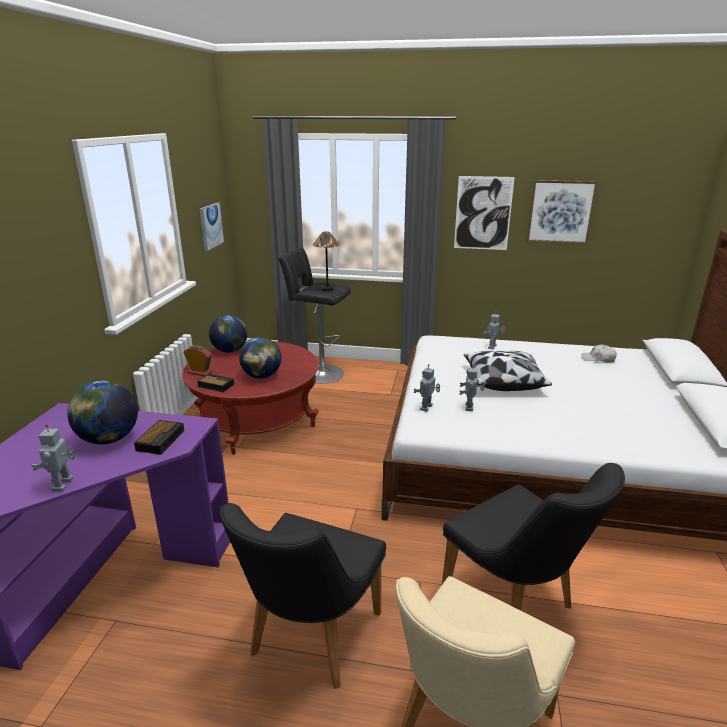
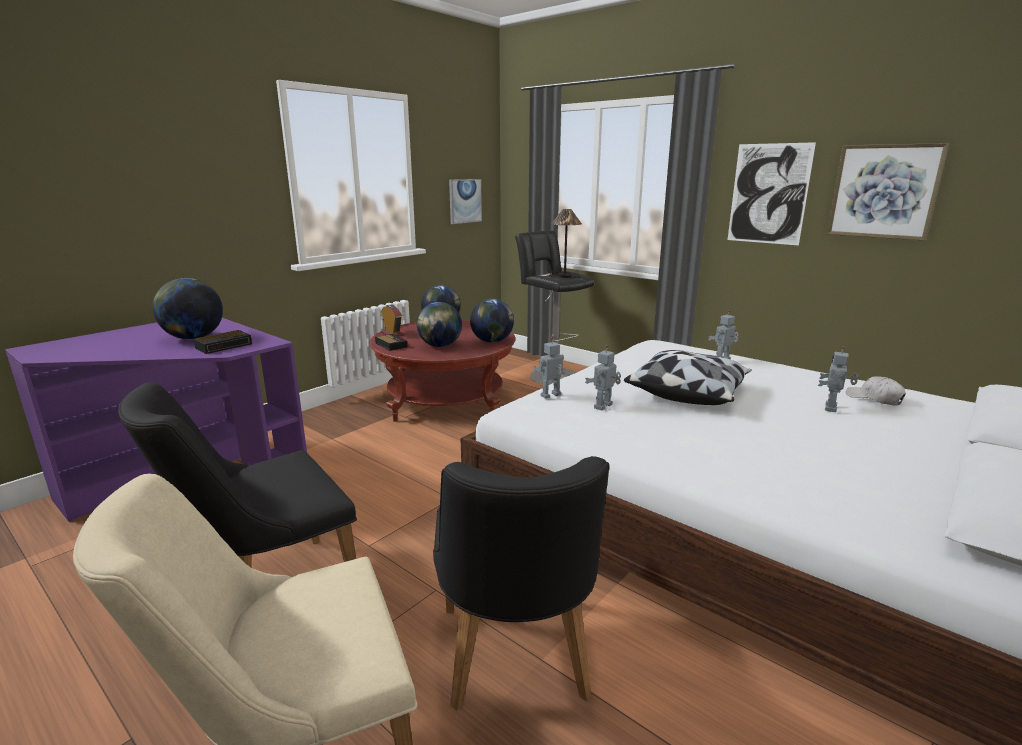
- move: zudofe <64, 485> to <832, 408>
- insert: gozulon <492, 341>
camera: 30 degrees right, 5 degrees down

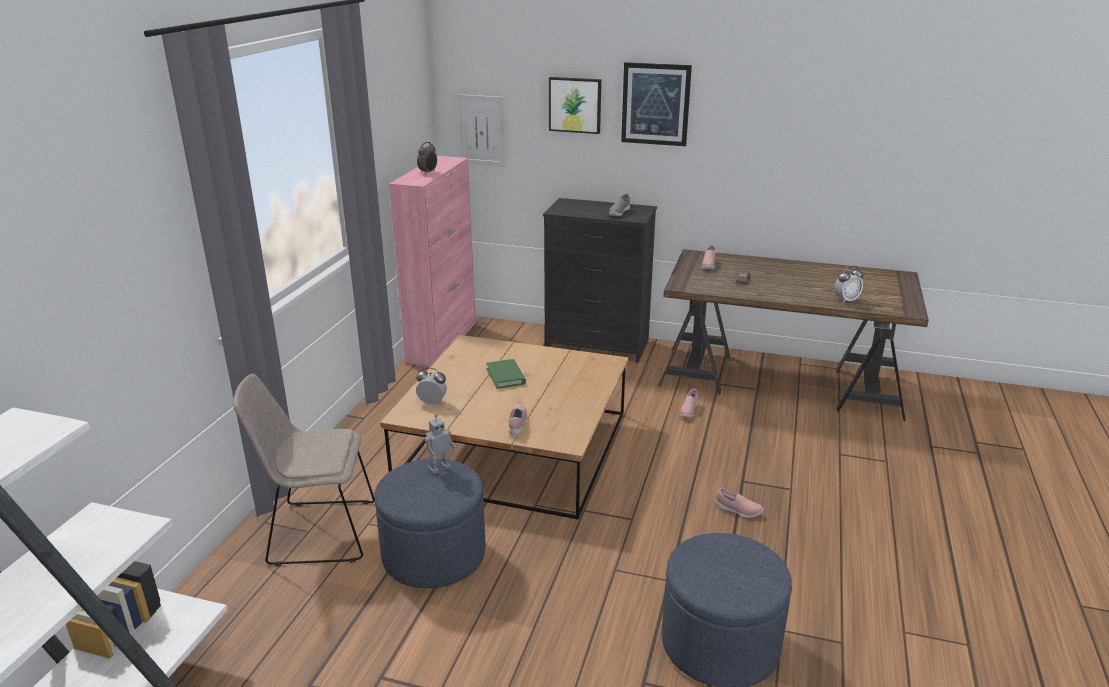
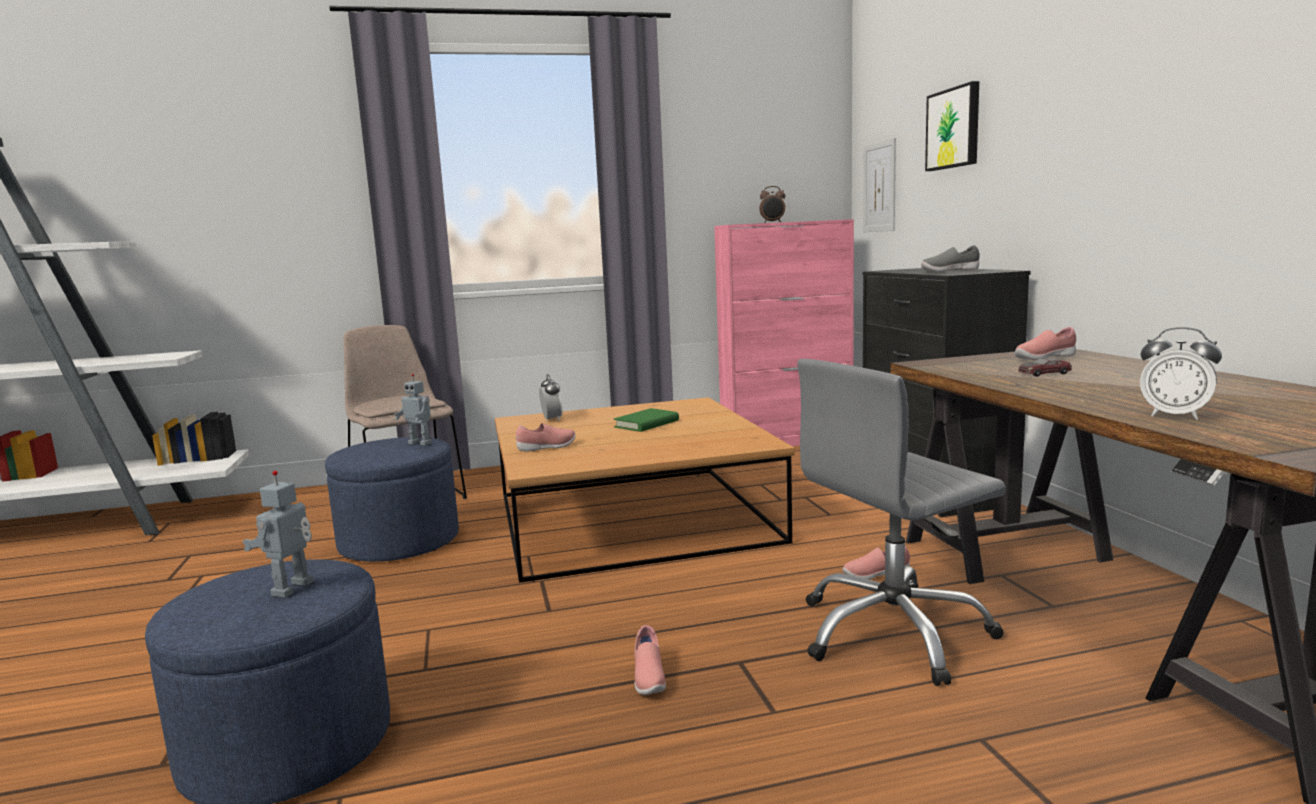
- delete: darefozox <655, 104>
- insert: zudofe <294, 589>
- insert: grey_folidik <894, 633>
camera: 60 degrees right, 15 degrees down

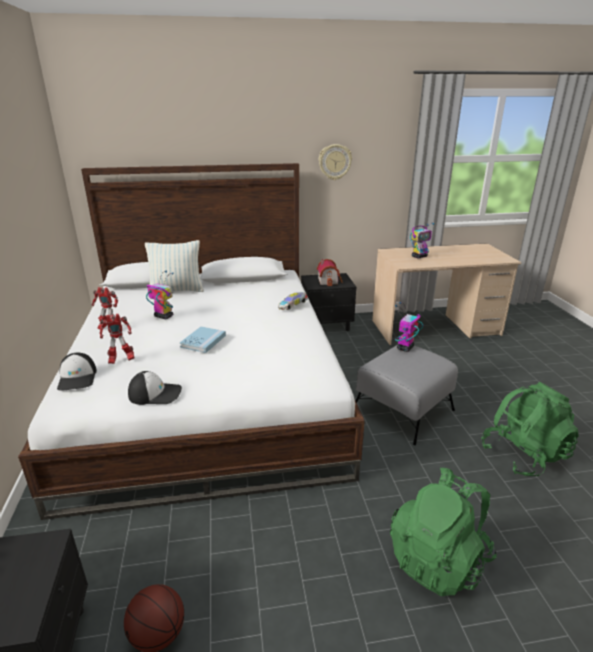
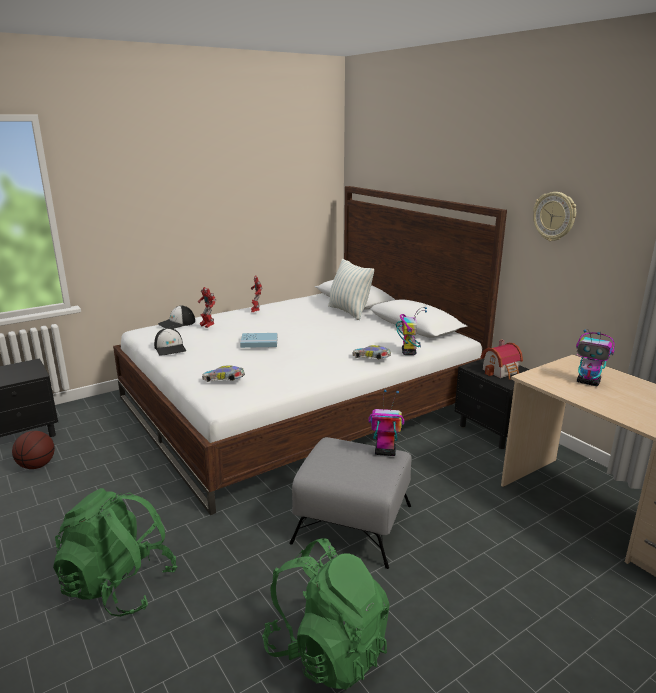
- move: zudofe <163, 316> to <408, 352>
- insert: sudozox <224, 381>
camera: 65 degrees right, 5 degrees down

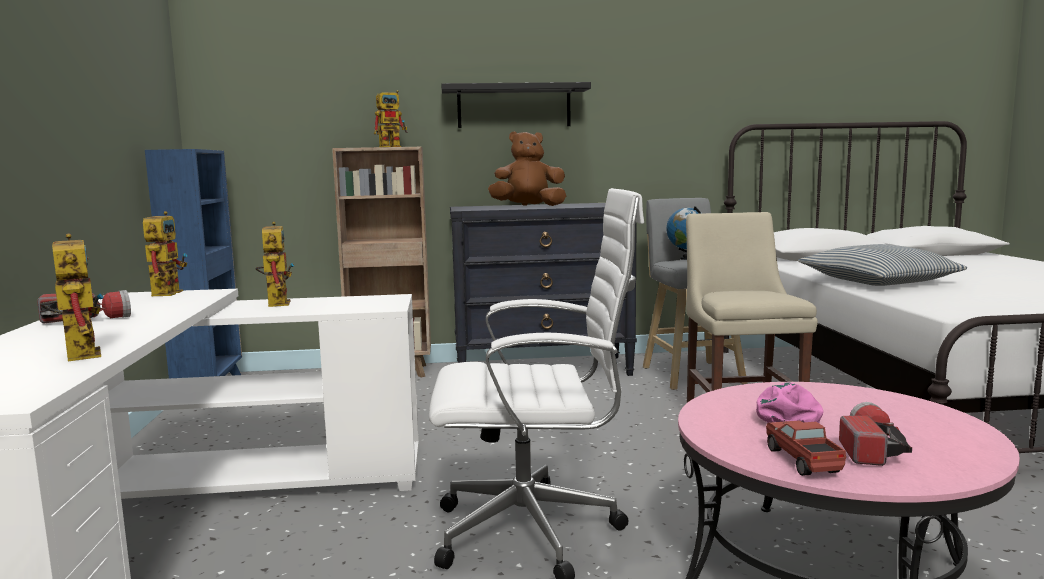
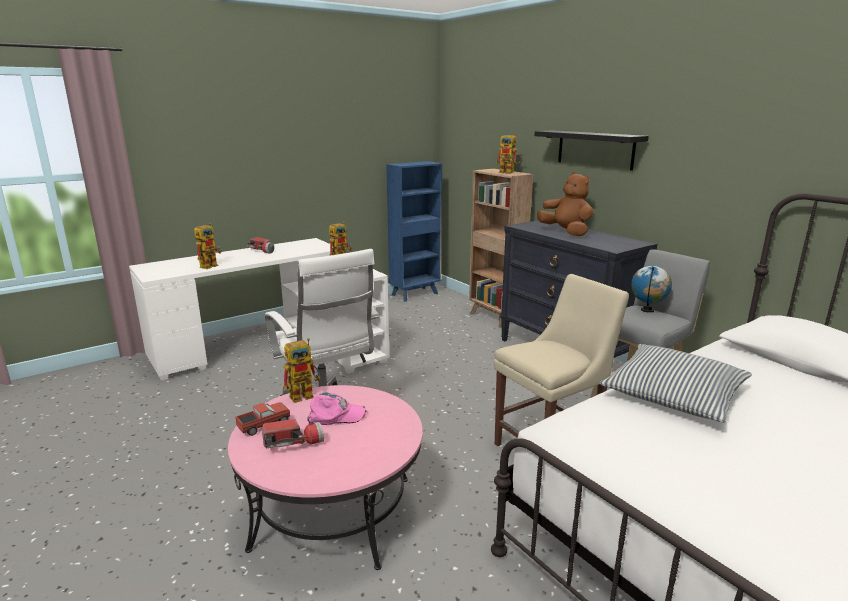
- move: zudofe <167, 292> to <306, 394>
camera: 60 degrees right, 10 degrees up

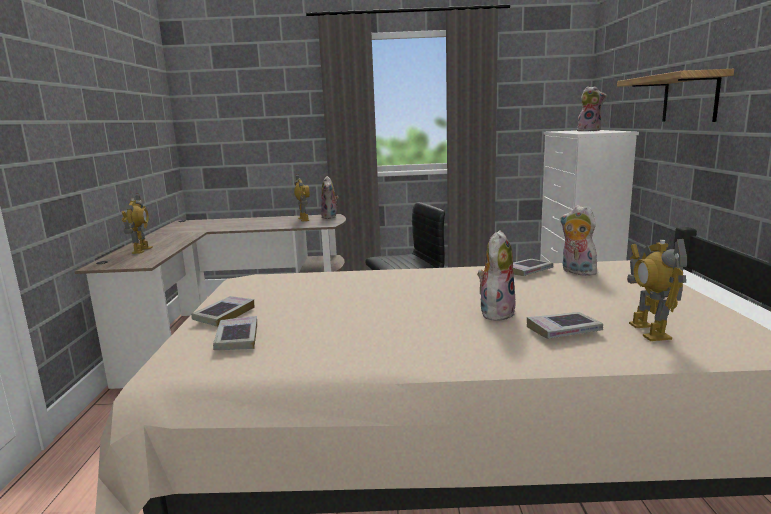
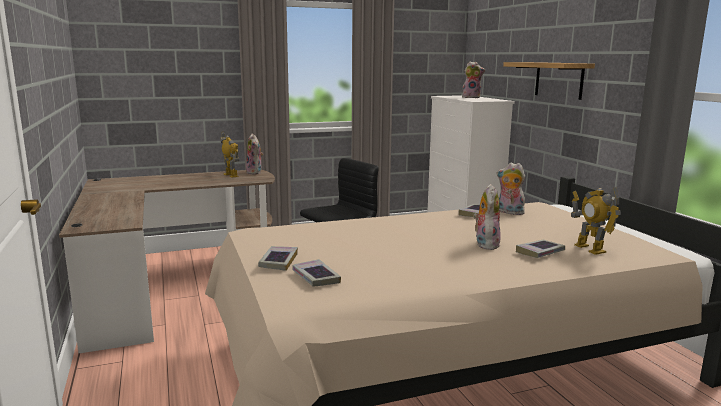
- delete: zudofe <141, 250>
camera: 20 degrees left, 0 degrees up

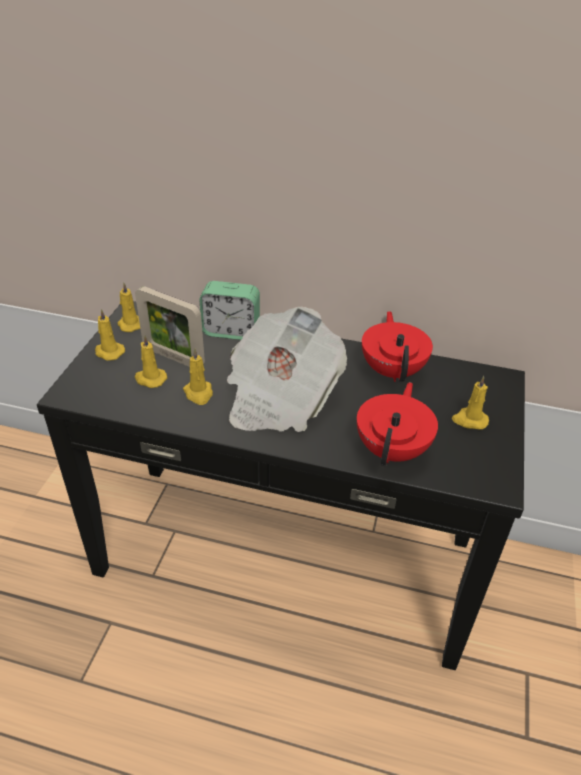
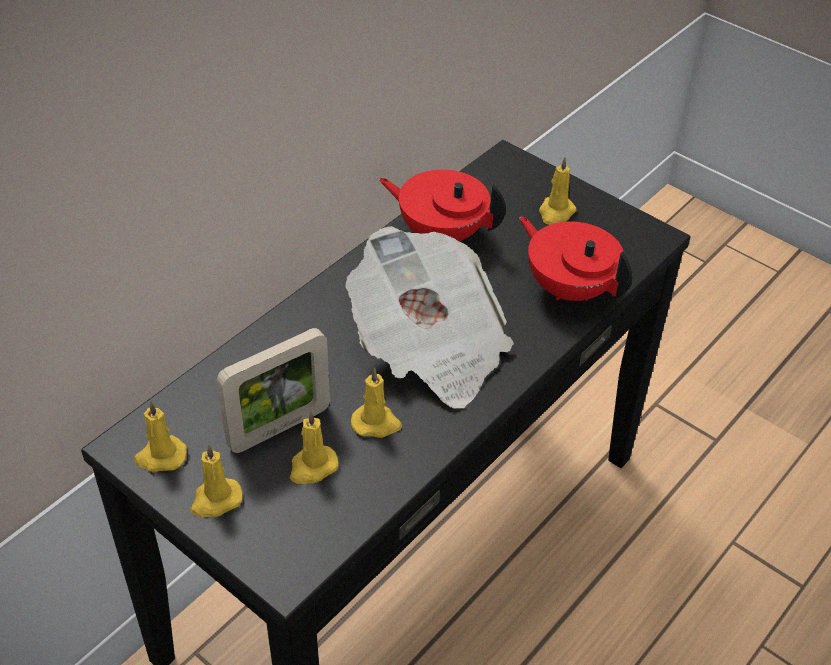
- delete: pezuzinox <231, 331>
camera: 65 degrees left, 5 degrees up

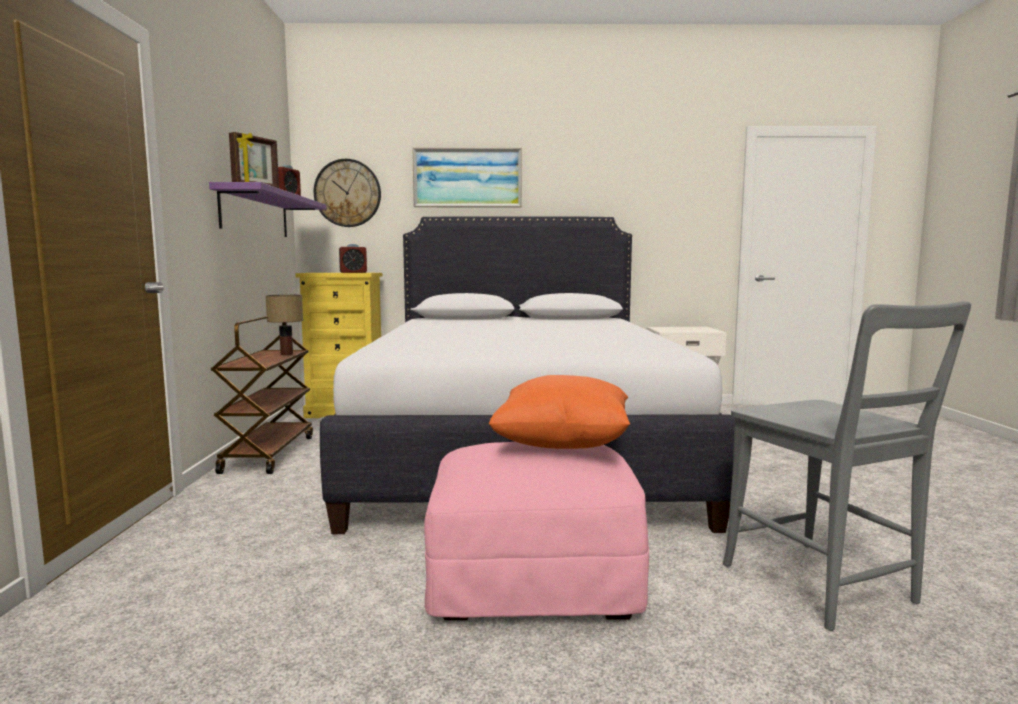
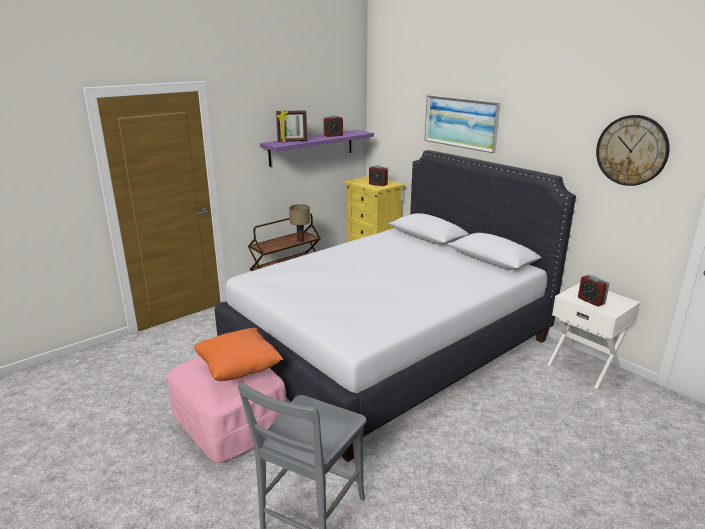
- move: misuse <347, 193> to <632, 150>
- insert: pezuzinox <591, 301>
camera: 50 degrees right, 15 degrees up

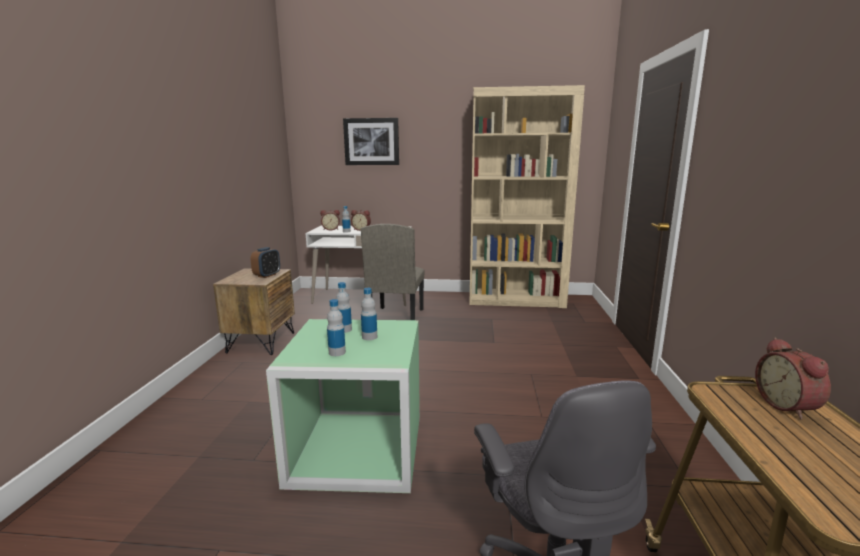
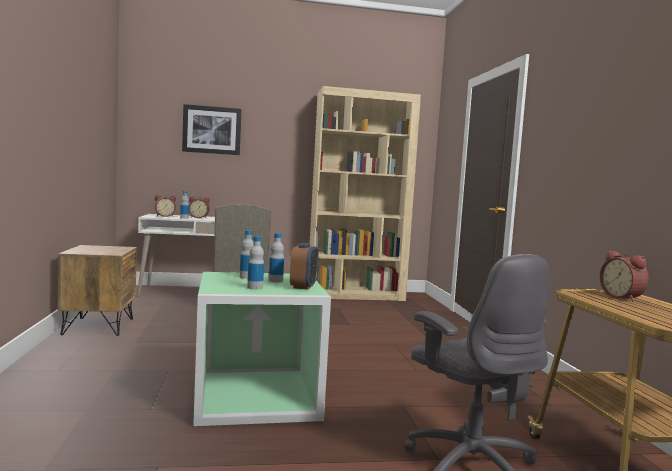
- move: pezuzinox <267, 275> to <303, 286>
camera: 15 degrees left, 10 degrees down

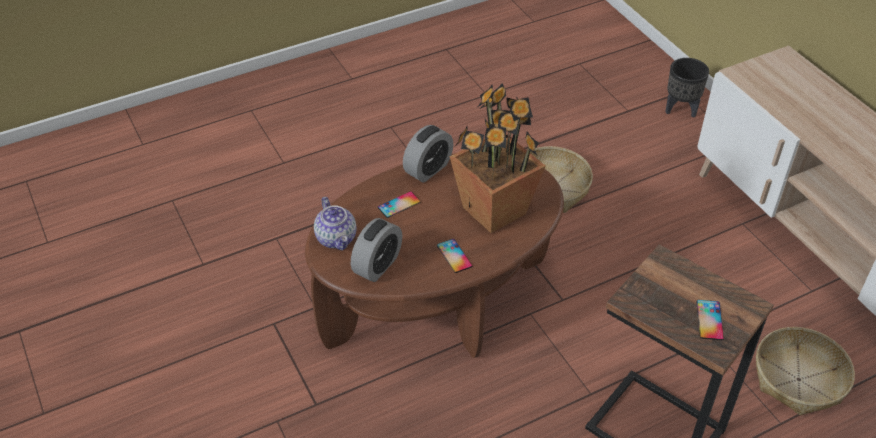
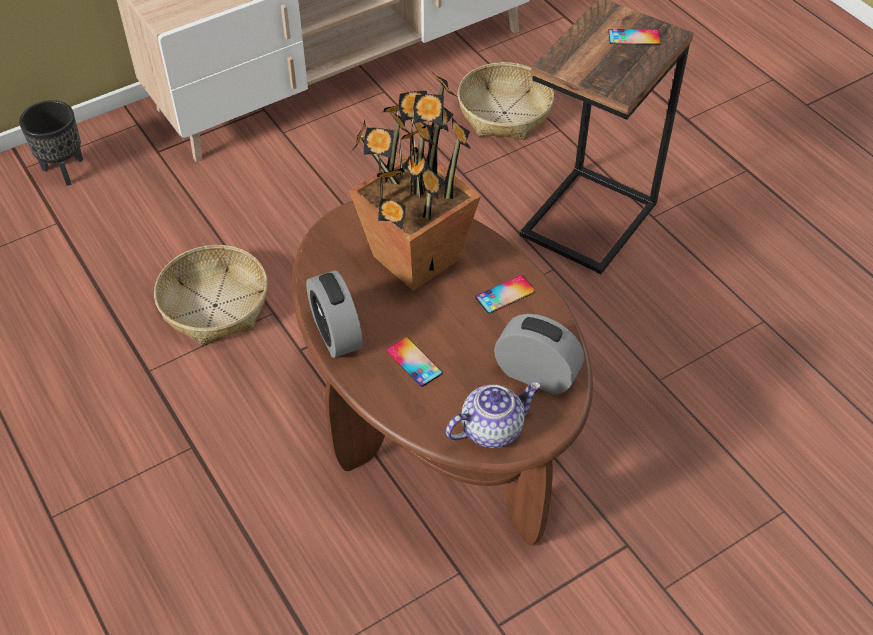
- rotate: pezuzinox <428, 169> = <336, 334> 150 degrees counterclockwise
camera: 95 degrees left, 5 degrees up

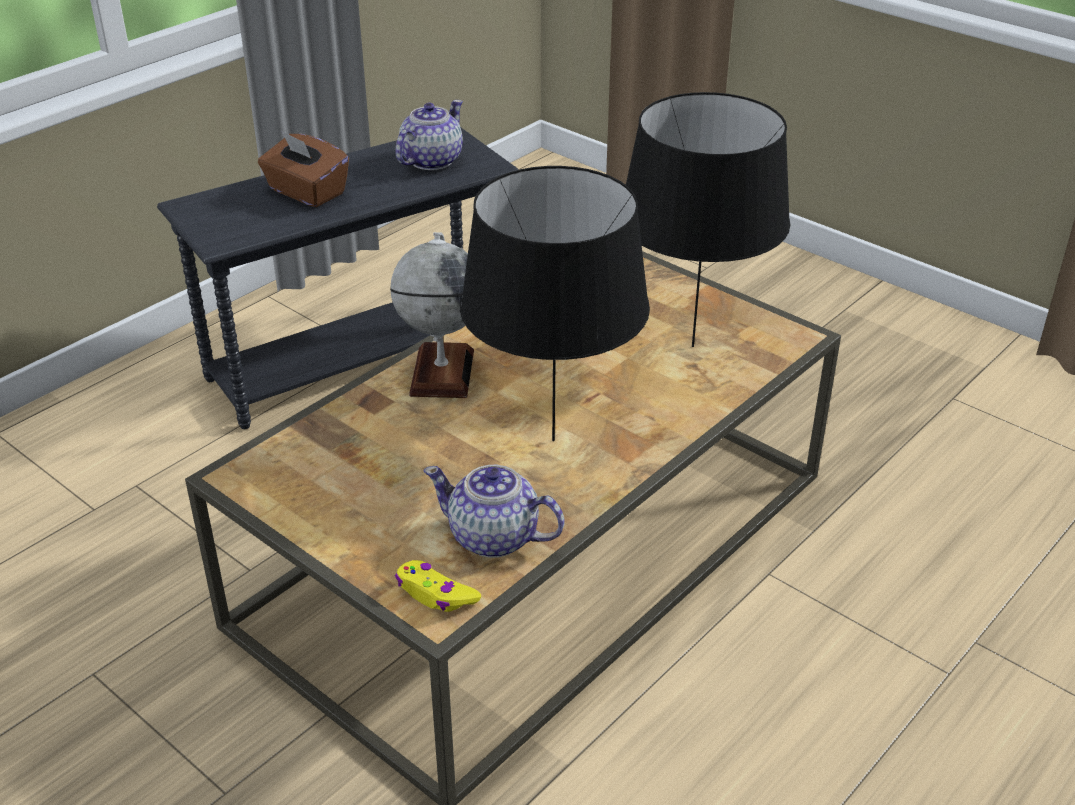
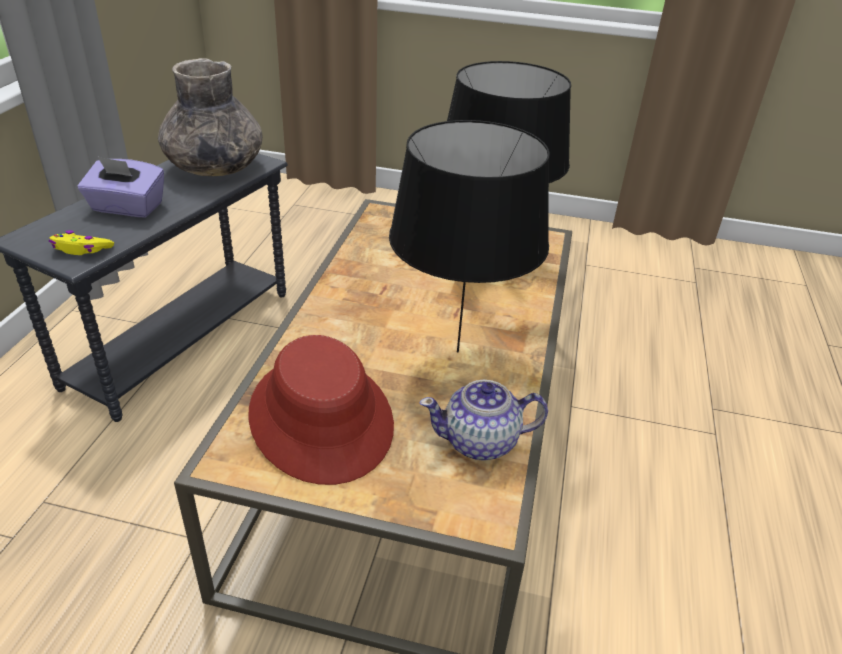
- recolor: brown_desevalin <306, 192> to purple_desevalin <127, 208>
- delete: gozulon <442, 372>
- replace: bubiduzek <430, 161> to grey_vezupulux <214, 167>
- move: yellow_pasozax <435, 594> to <81, 249>
- insert: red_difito <322, 418>
camera: 30 degrees left, 0 degrees up

